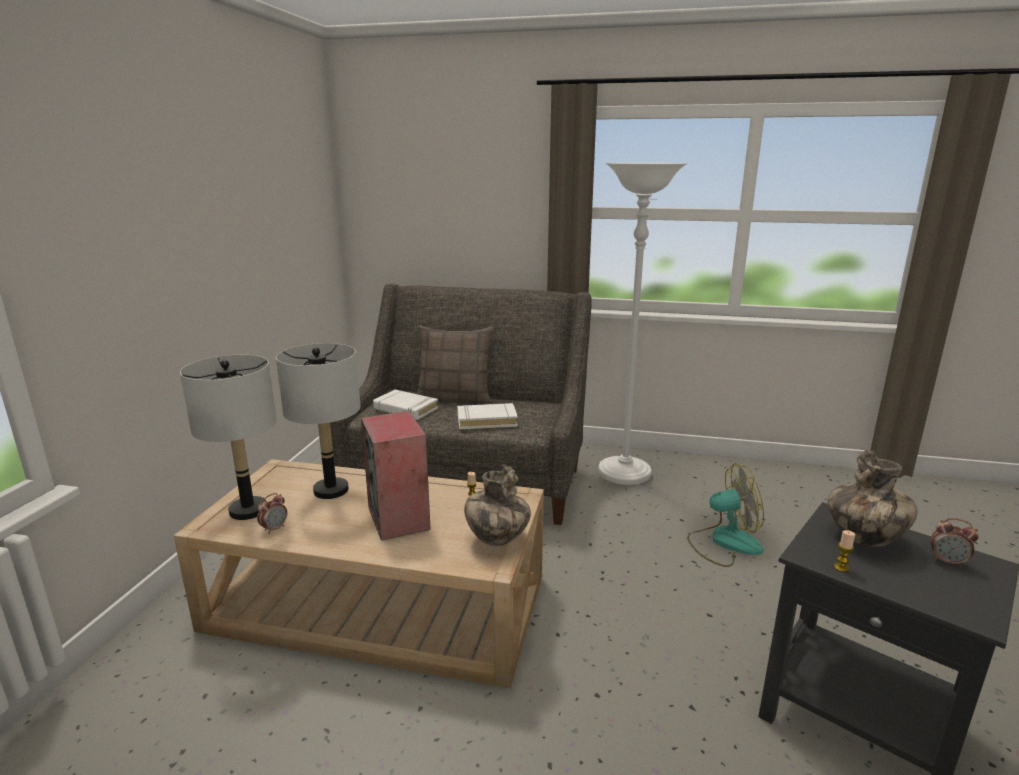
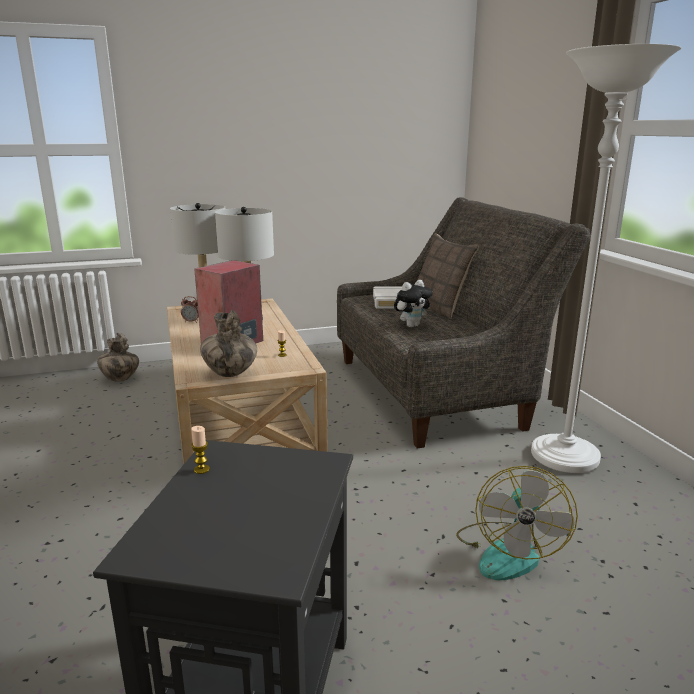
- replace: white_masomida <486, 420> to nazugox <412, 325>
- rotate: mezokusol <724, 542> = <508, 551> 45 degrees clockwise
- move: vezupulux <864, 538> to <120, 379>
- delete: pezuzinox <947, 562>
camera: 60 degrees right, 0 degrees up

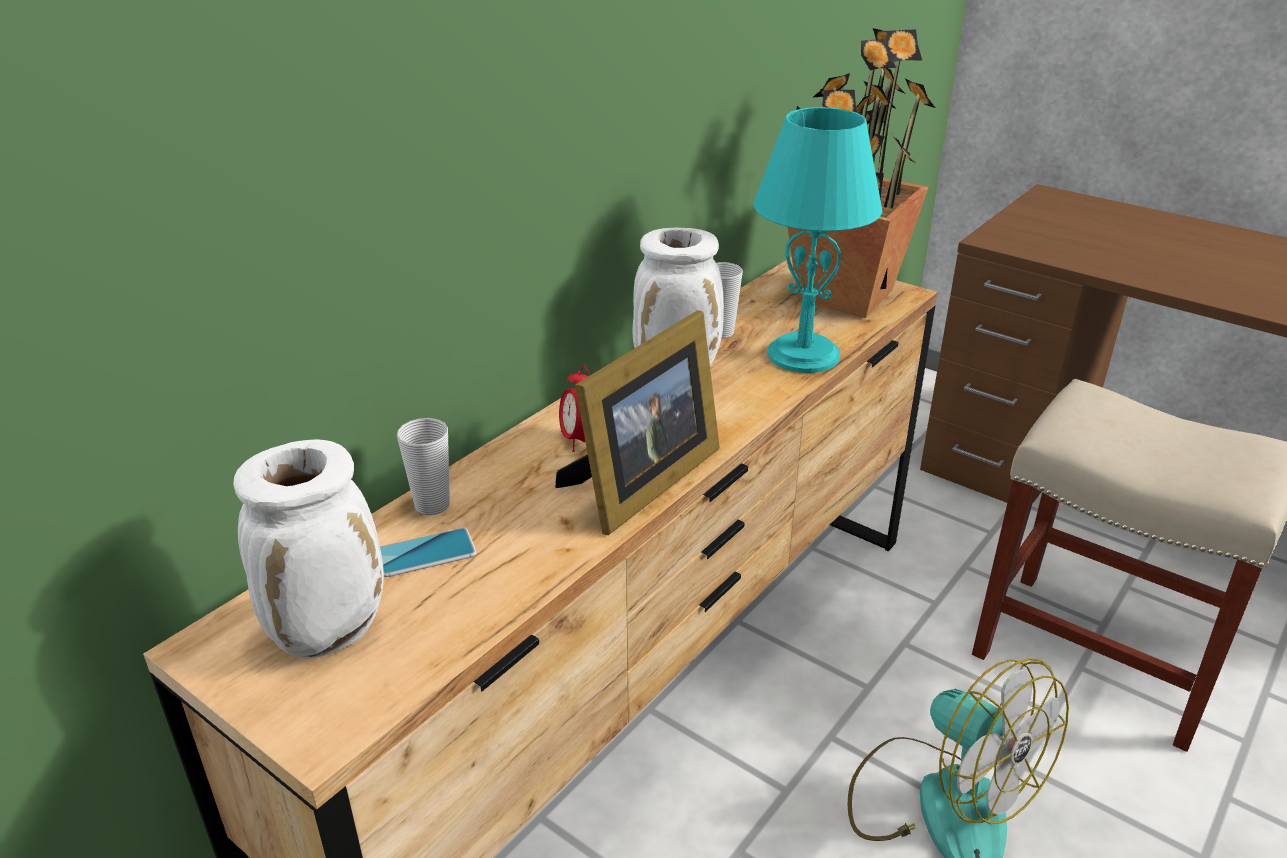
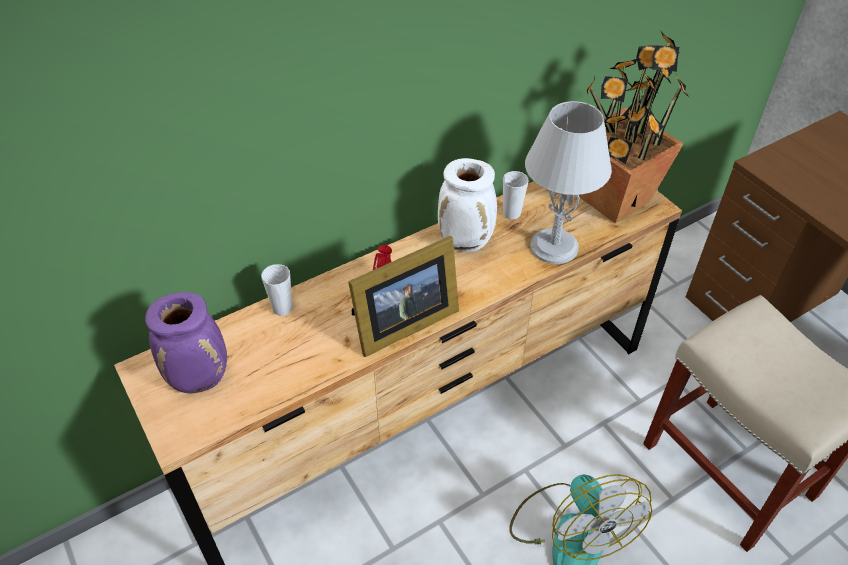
- recolor: white_vezupulux <330, 632> to purple_vezupulux <201, 378>
- delete: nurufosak <426, 553>
- recolor: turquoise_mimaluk <802, 355> to grey_mimaluk <553, 246>
camera: 20 degrees right, 15 degrees up

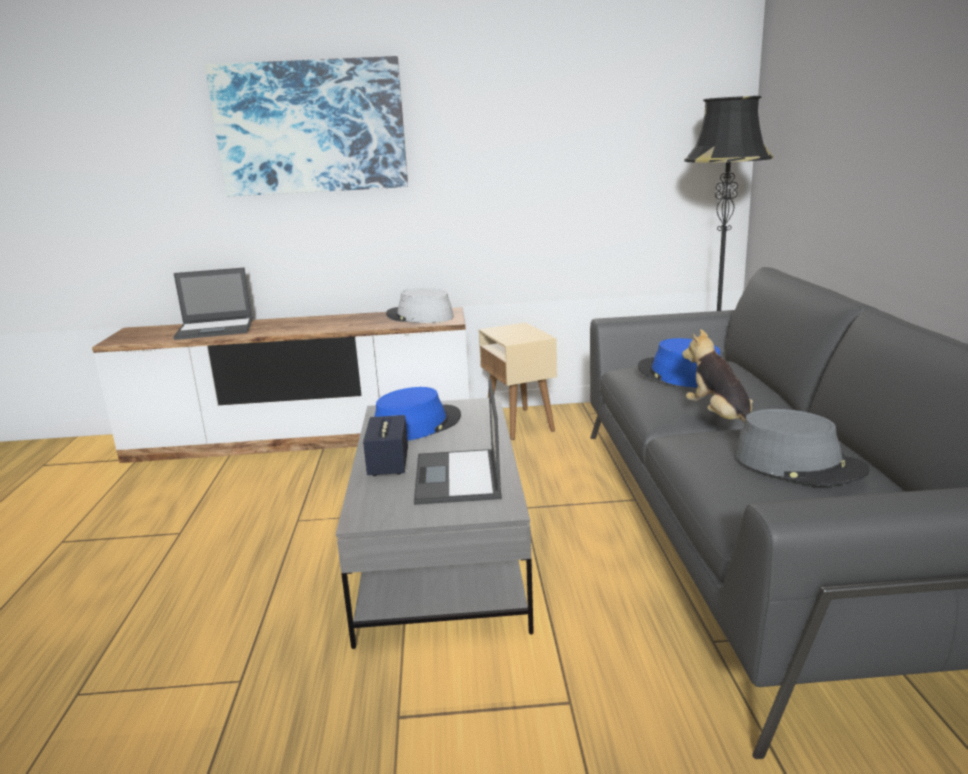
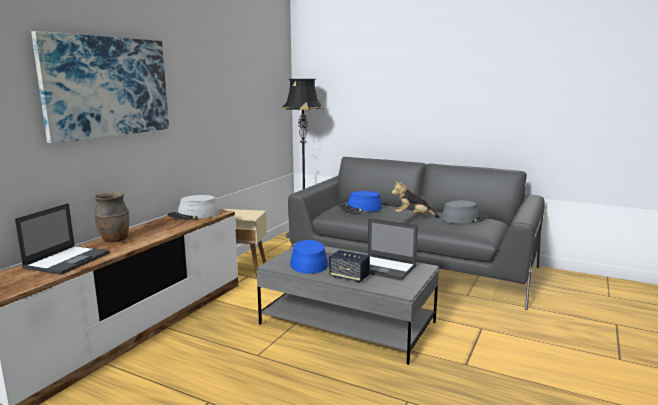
- insert: brown_vezupulux <115, 240>
camera: 60 degrees left, 5 degrees down

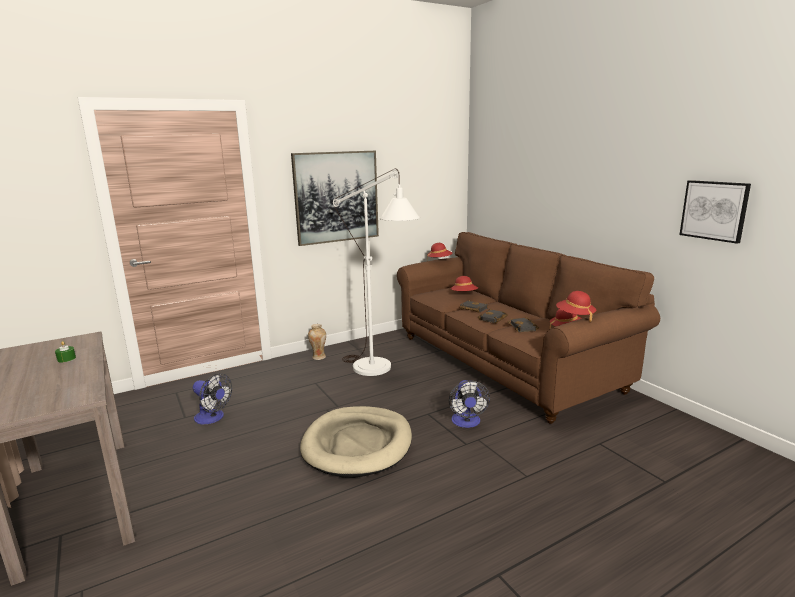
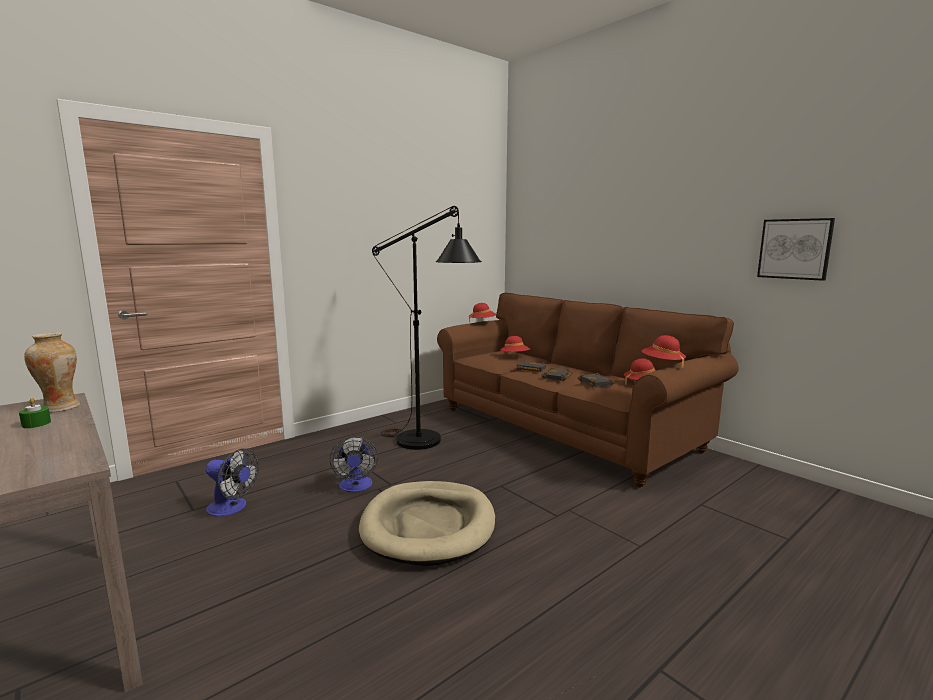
- delete: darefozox <336, 197>
- move: vezupulux <318, 357> to <60, 408>
- recolor: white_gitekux <379, 370> to black_gitekux <428, 443>
- move: mezokusol <466, 423> to <356, 487>
camera: 10 degrees left, 5 degrees down

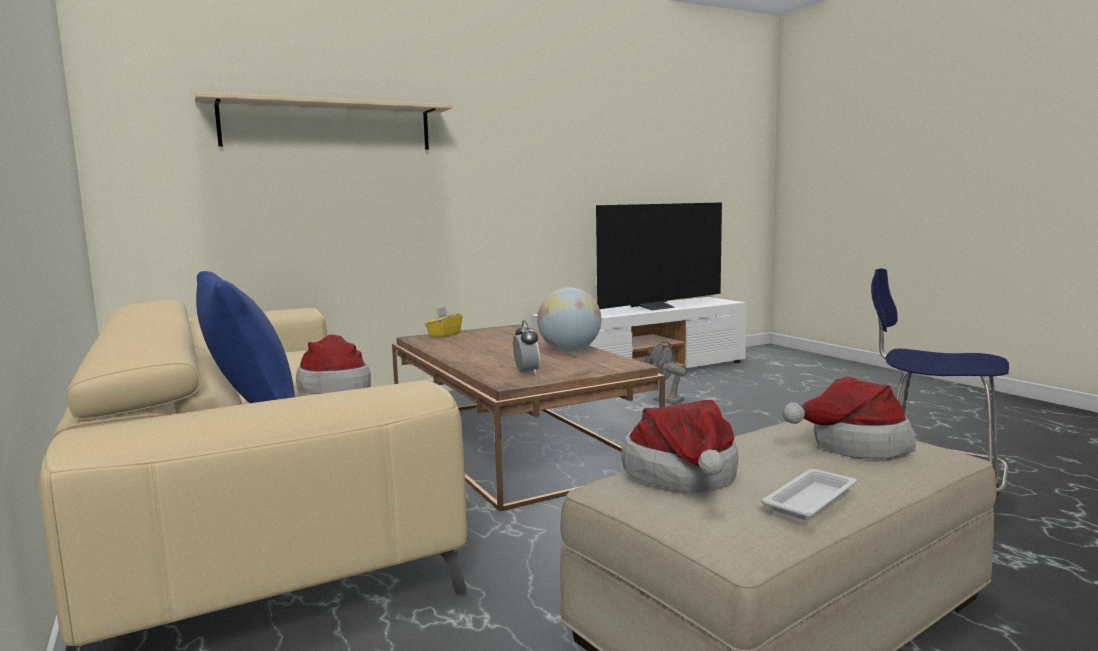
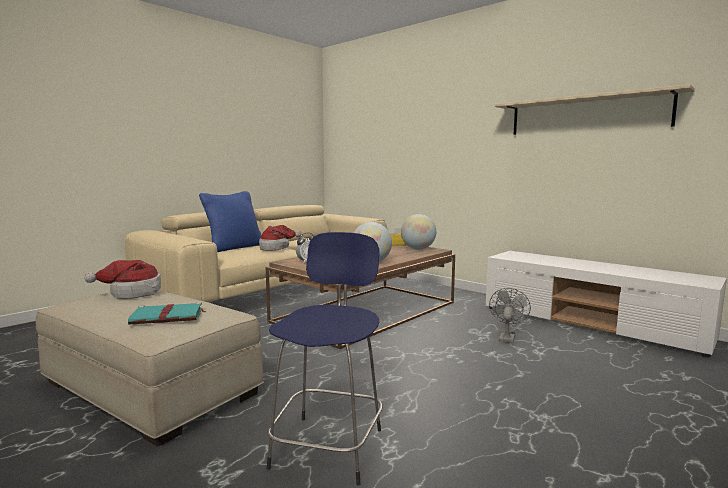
- move: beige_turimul <328, 126> to <586, 114>
- delete: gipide <656, 307>
- delete: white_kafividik <811, 500>
- replace: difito <853, 444> to turquoise_masomida <168, 317>
- insert: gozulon <418, 249>
camera: 70 degrees right, 0 degrees up

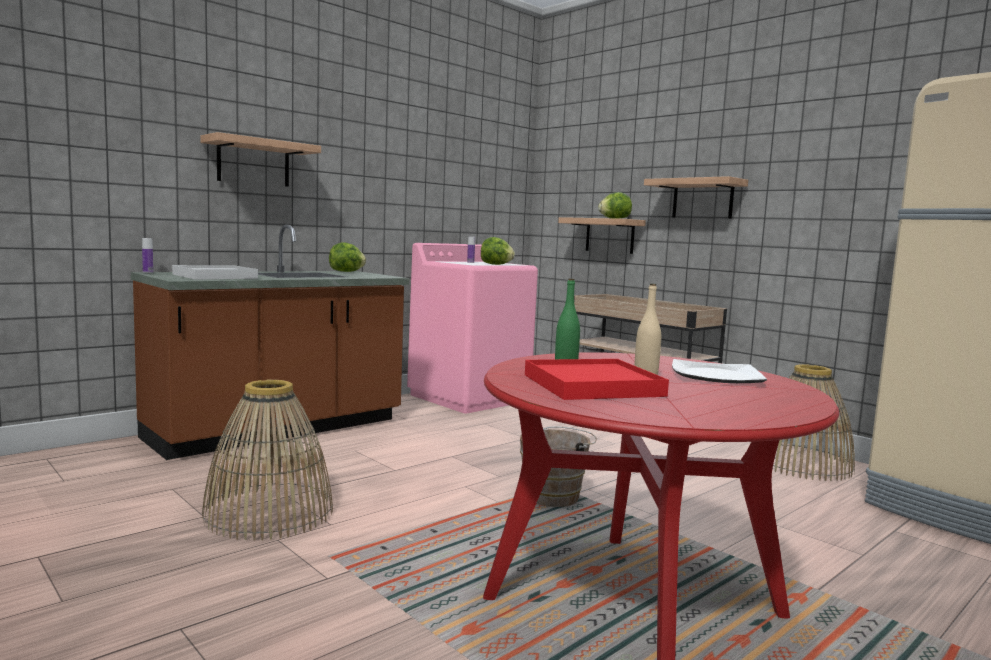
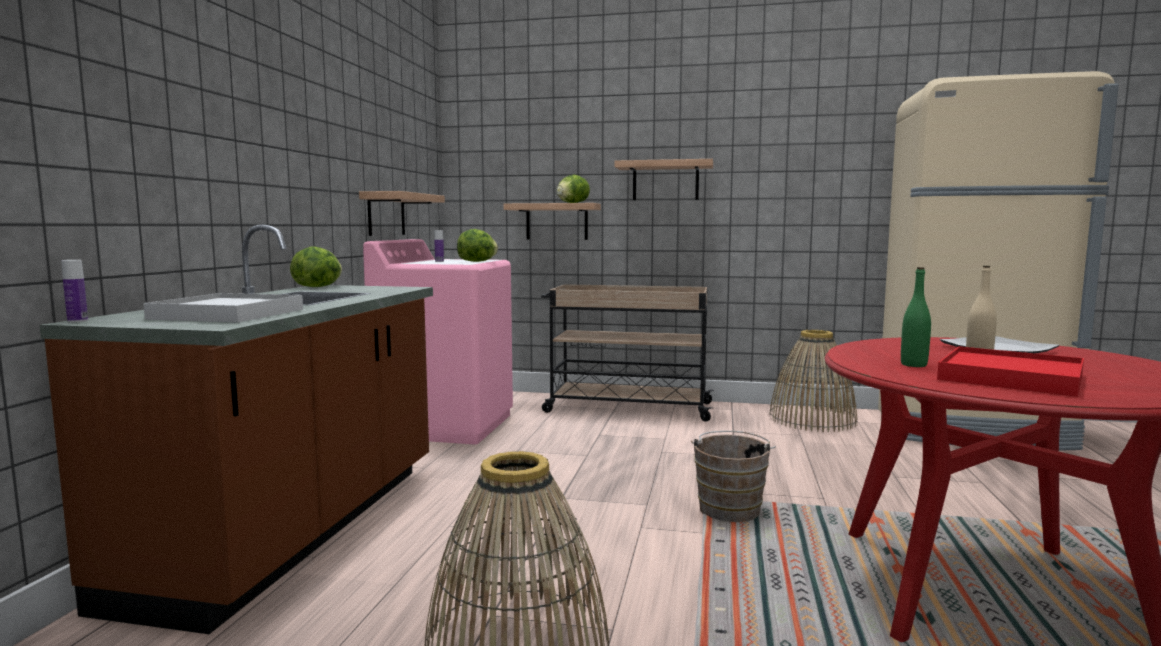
- move: turimul <253, 162> to <386, 214>
camera: 35 degrees left, 0 degrees up

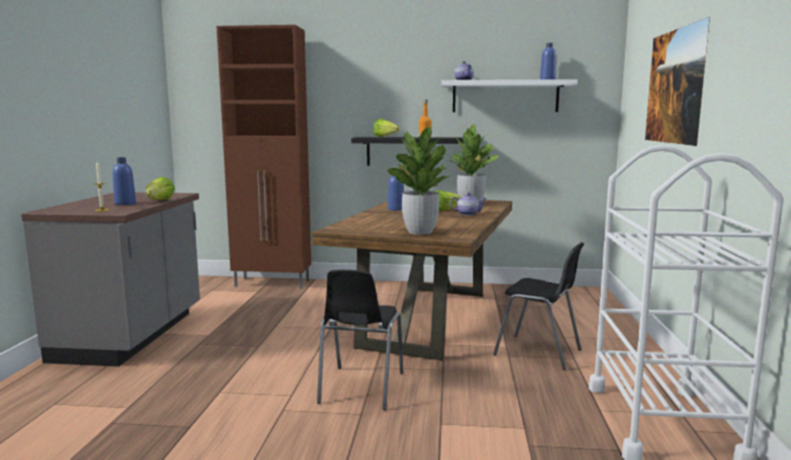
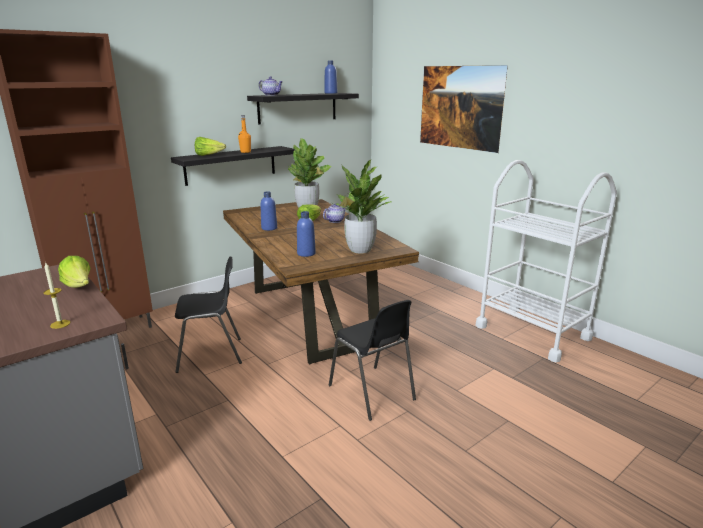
- move: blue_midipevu <125, 203> to <306, 253>
- recolor: white_turimul <505, 96> to black_turimul <298, 108>
- move: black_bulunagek <538, 352> to <211, 354>
camera: 45 degrees left, 10 degrees up

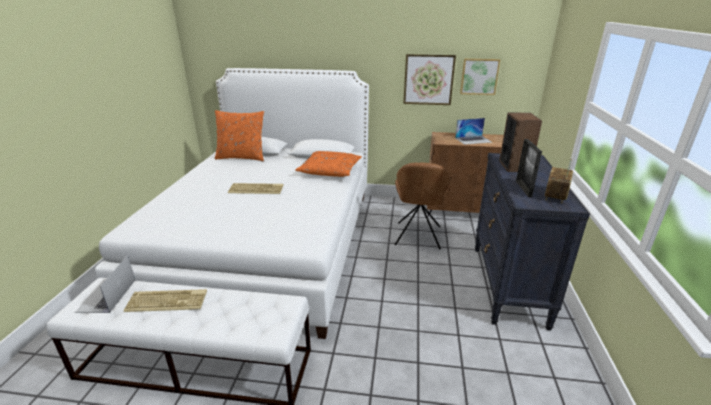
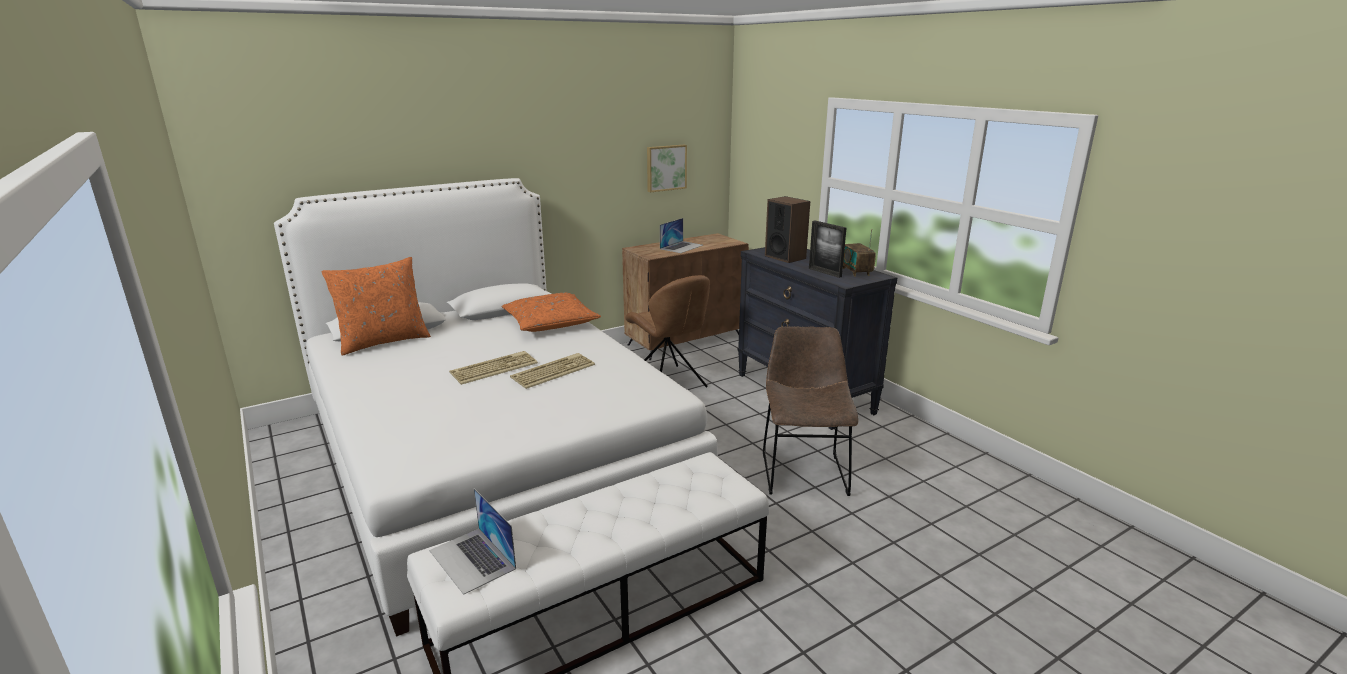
- move: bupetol <168, 300> to <553, 371>
- delete: darefozox <428, 79>
- insert: brown_bulunagek <803, 470>
camera: 40 degrees left, 5 degrees down

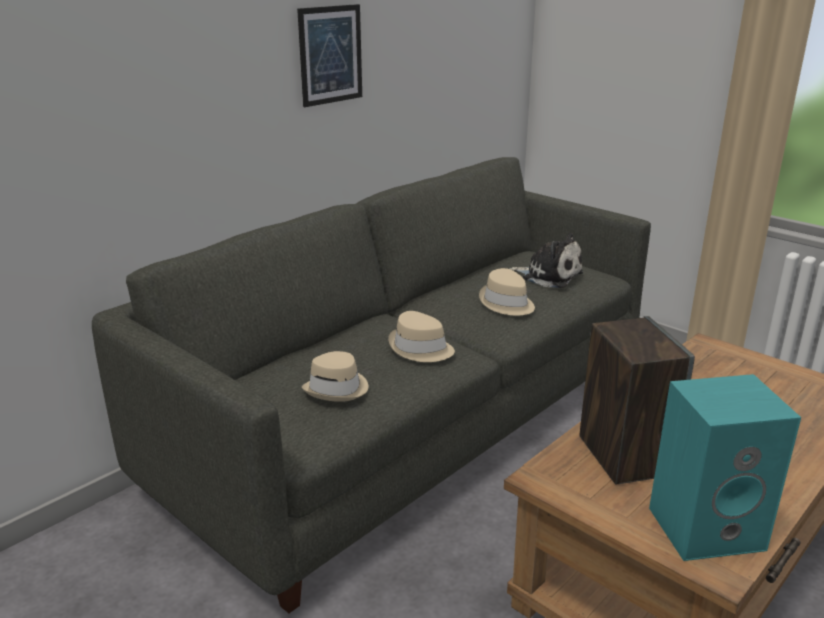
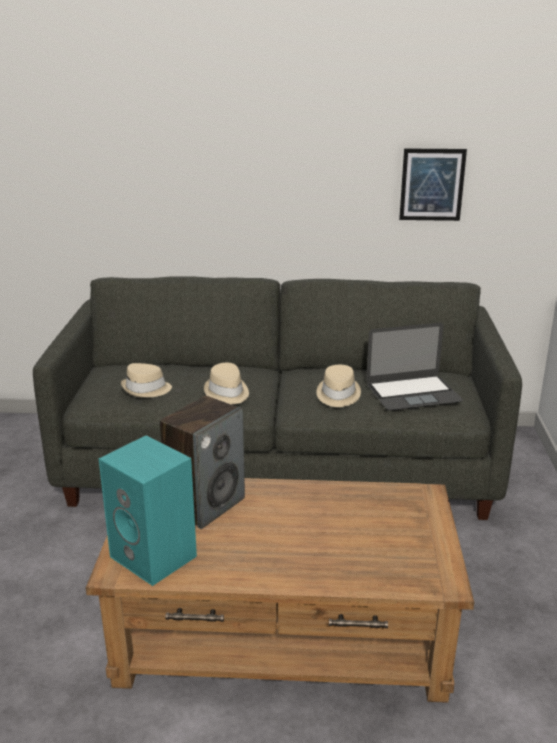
- move: darefozox <330, 55> to <432, 184>
- replace: nazugox <549, 275> to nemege <413, 393>
camera: 50 degrees right, 0 degrees up

